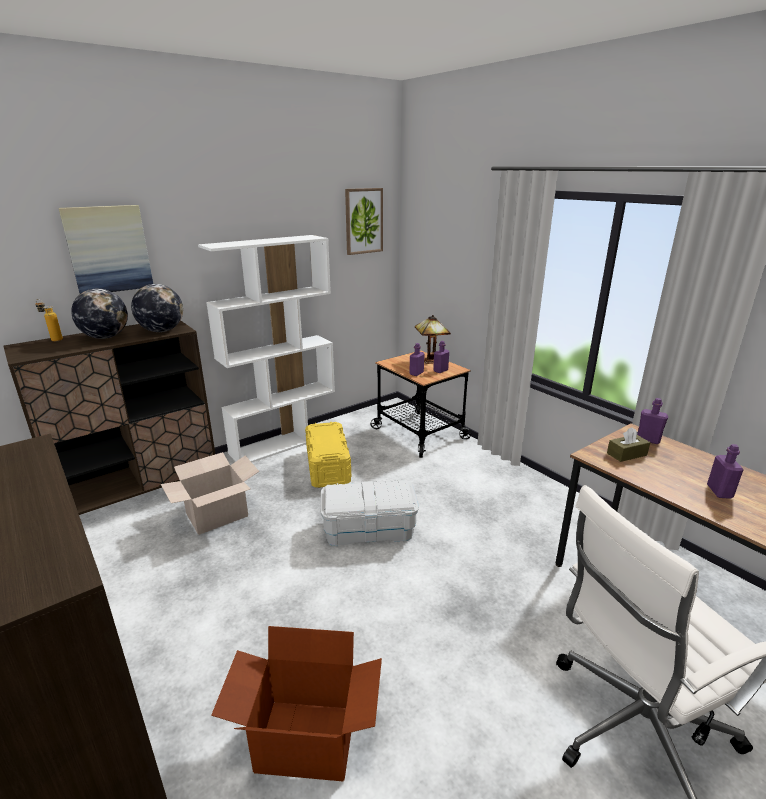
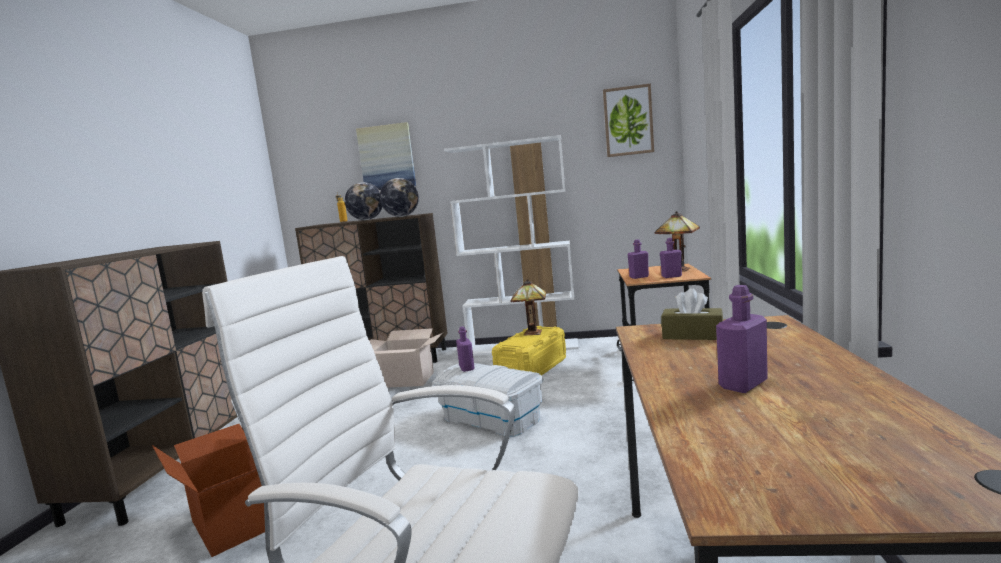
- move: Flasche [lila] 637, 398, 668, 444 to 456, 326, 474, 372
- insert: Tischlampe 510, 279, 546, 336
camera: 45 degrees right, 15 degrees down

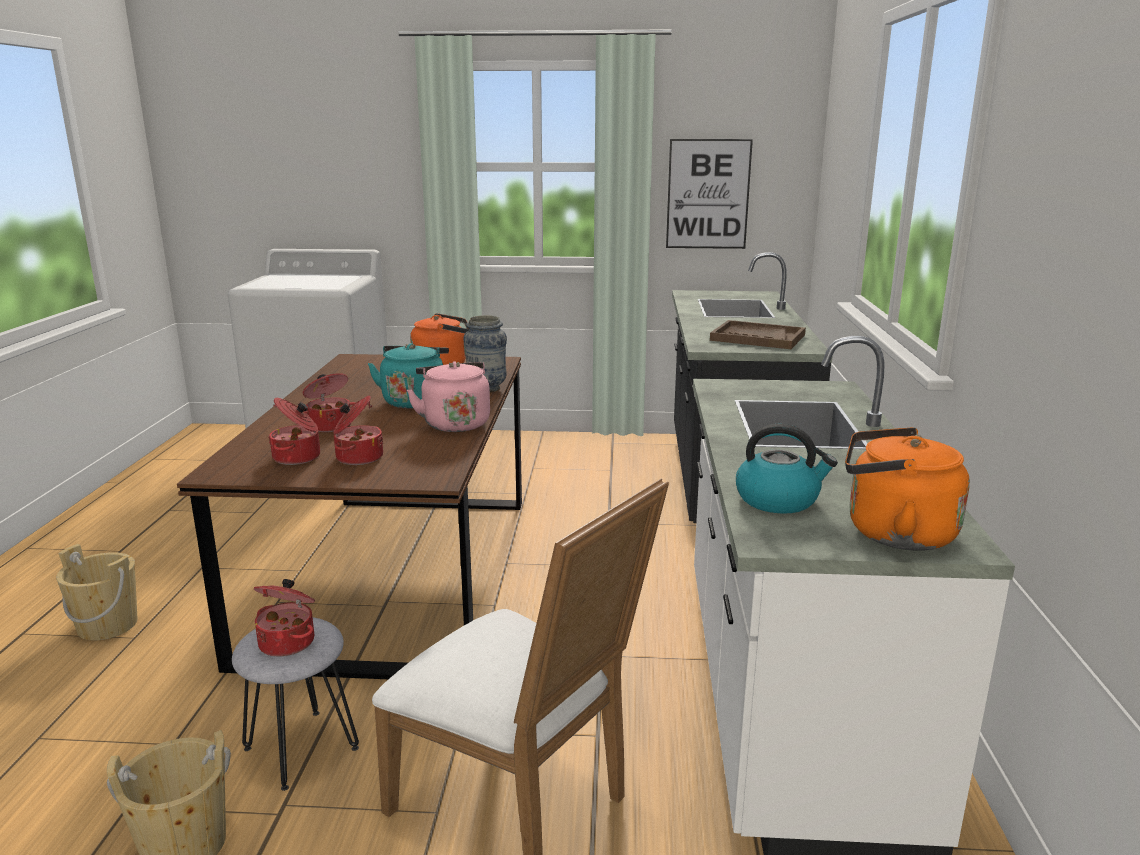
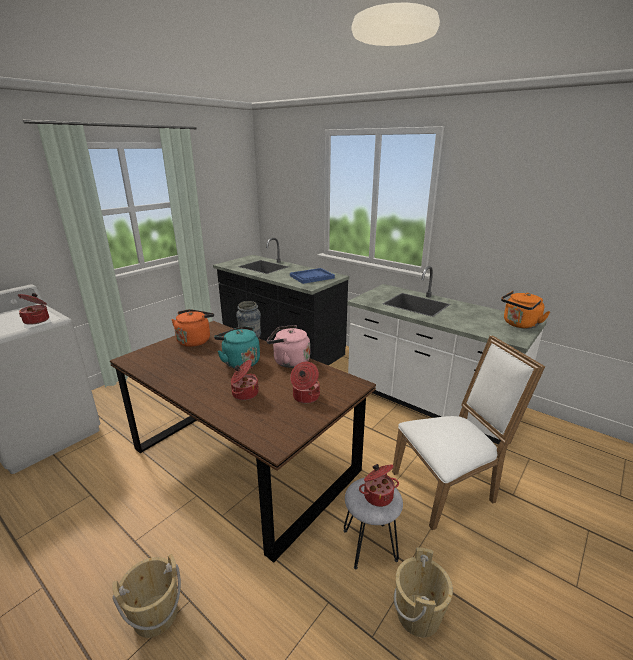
- move: Kochtopf 269, 398, 320, 465 to 18, 293, 49, 325
- delete: Bild 666, 139, 753, 249
- recolor: Tablett [braun] 710, 320, 806, 349 to Tablett [blau] 290, 268, 335, 284
- delete: Wasserkessel 736, 424, 838, 514
camera: 55 degrees left, 5 degrees up

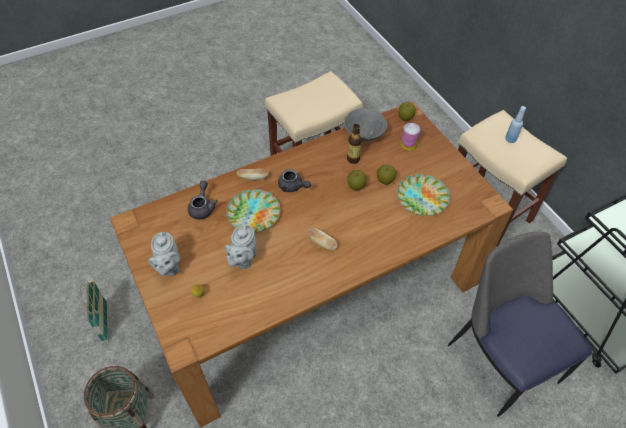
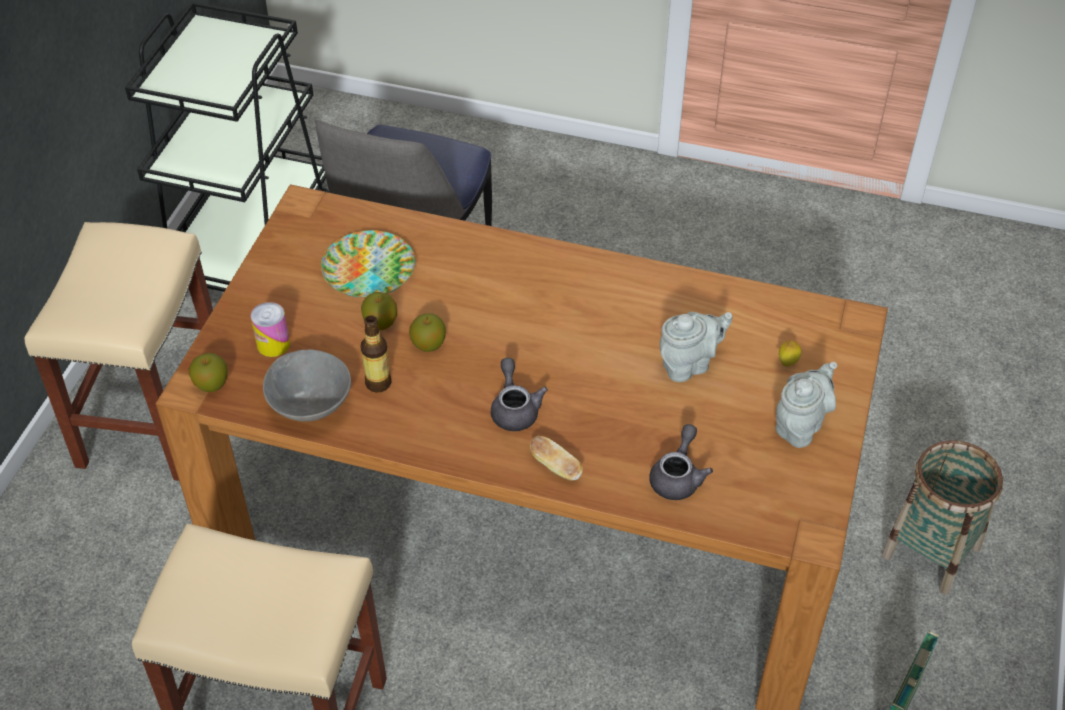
- rotate: Teekanne [grau] 188, 180, 218, 219 = 649, 424, 713, 500 150 degrees clockwise
- delete: Teller 226, 189, 280, 232
- delete: Brot 308, 228, 337, 250
- delete: Flasche [blau] 505, 106, 526, 143
camera: 135 degrees left, 5 degrees down

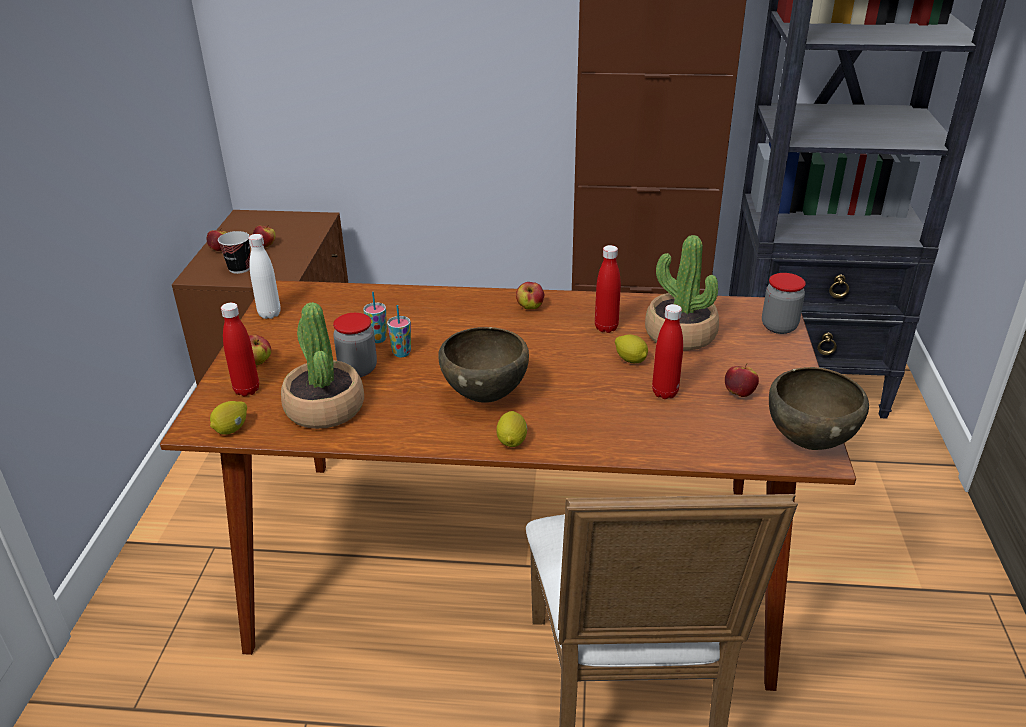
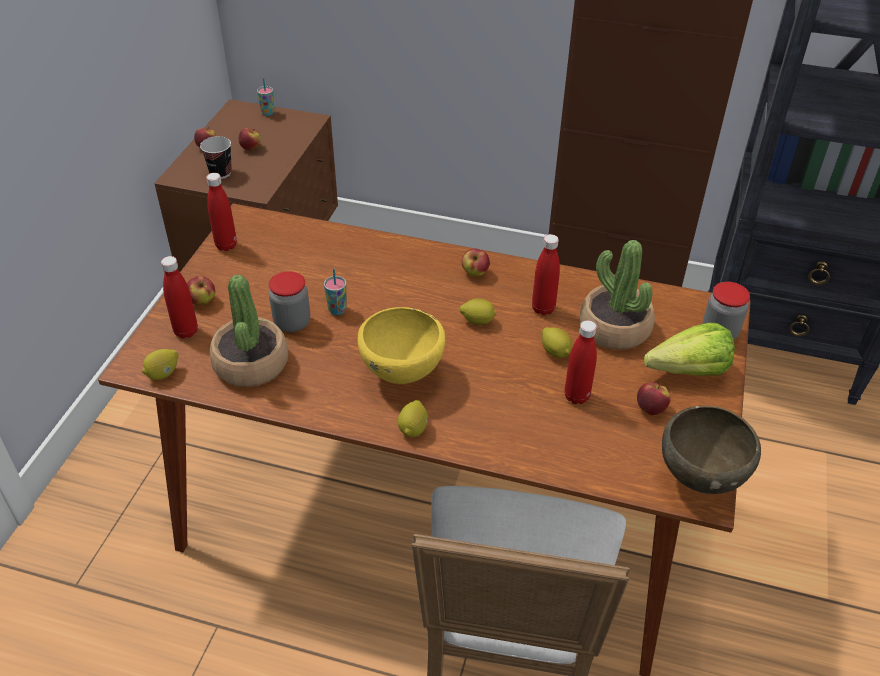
- recolor: Flasche [weiß] 248, 234, 281, 319 to Flasche [rot] 206, 173, 237, 251
- move: Tasse 363, 292, 387, 343 to 257, 78, 274, 116
- recolor: Schüssel [braun] 438, 327, 529, 403 to Schüssel [gelb] 358, 307, 445, 384
- insert: Zitrone 460, 298, 497, 325
- insert: Salatkopf 644, 323, 735, 376
camera: 10 degrees right, 10 degrees up

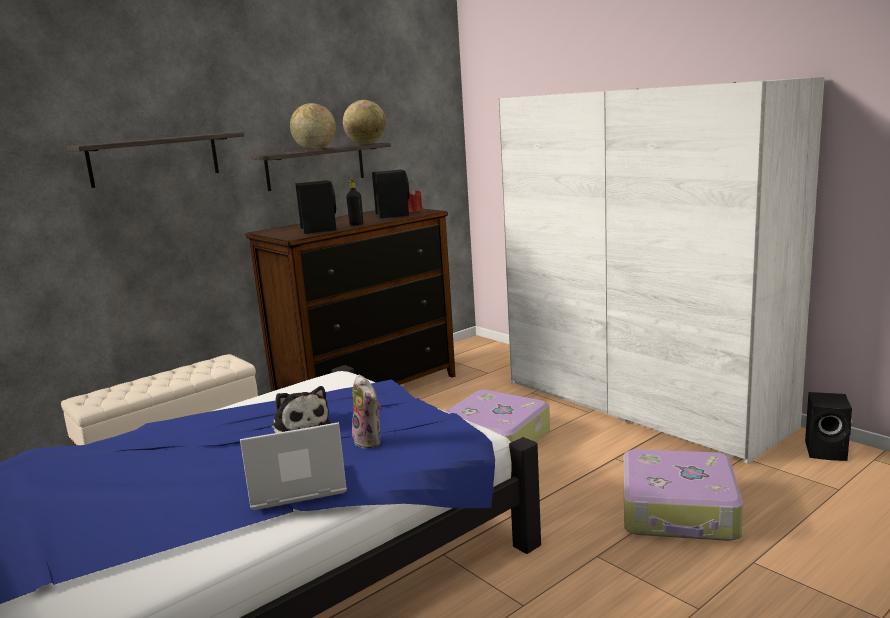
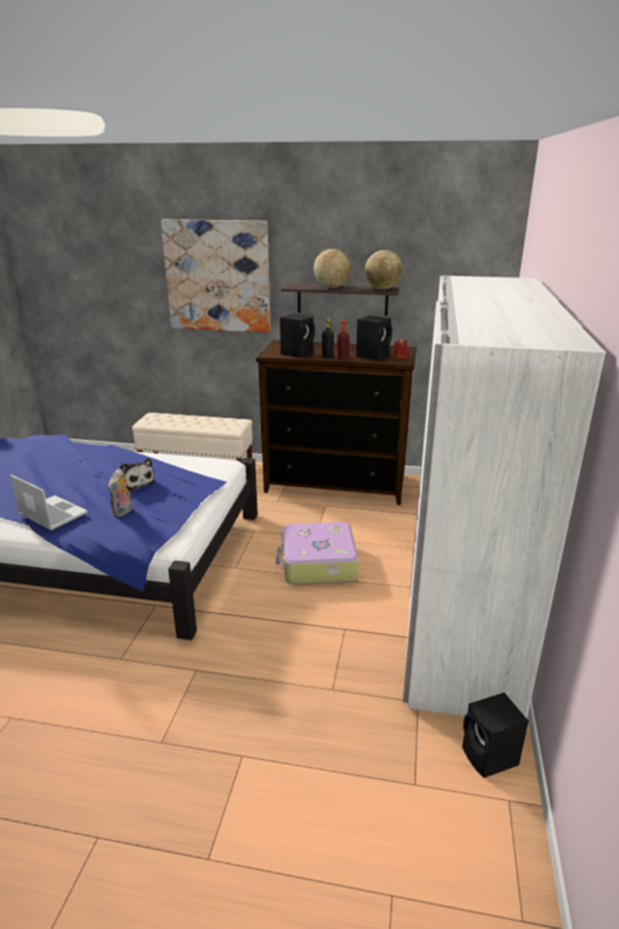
- replace: Wandregal 66, 132, 244, 188 to Bild 161, 219, 271, 333
- rotate: Plüschtier 271, 386, 330, 433 = 120, 458, 155, 492 60 degrees counterclockwise
- delete: Koffer 624, 449, 743, 541
- insert: Flasche 337, 320, 350, 360
camera: 50 degrees right, 10 degrees up

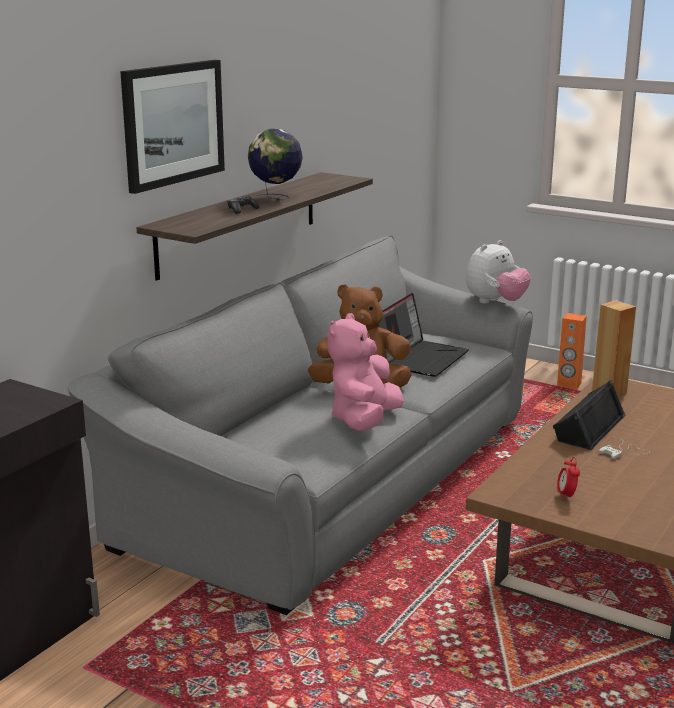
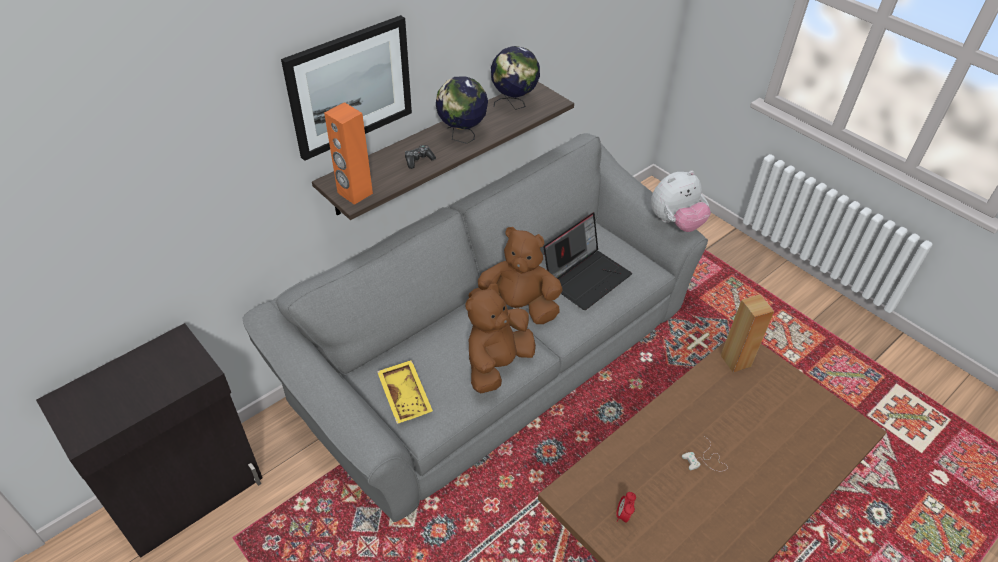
- recolor: Plüschtier [rosa] 327, 313, 404, 431 to Plüschtier [braun] 466, 283, 536, 393
- delete: Lautsprecher [schwarz] 553, 380, 626, 450
- move: Lautsprecher [orange] 557, 313, 587, 390 to 324, 102, 373, 205
- insert: Tablett [gelb] 377, 360, 433, 424
- insert: Globus 491, 46, 540, 110
camera: 15 degrees right, 25 degrees up

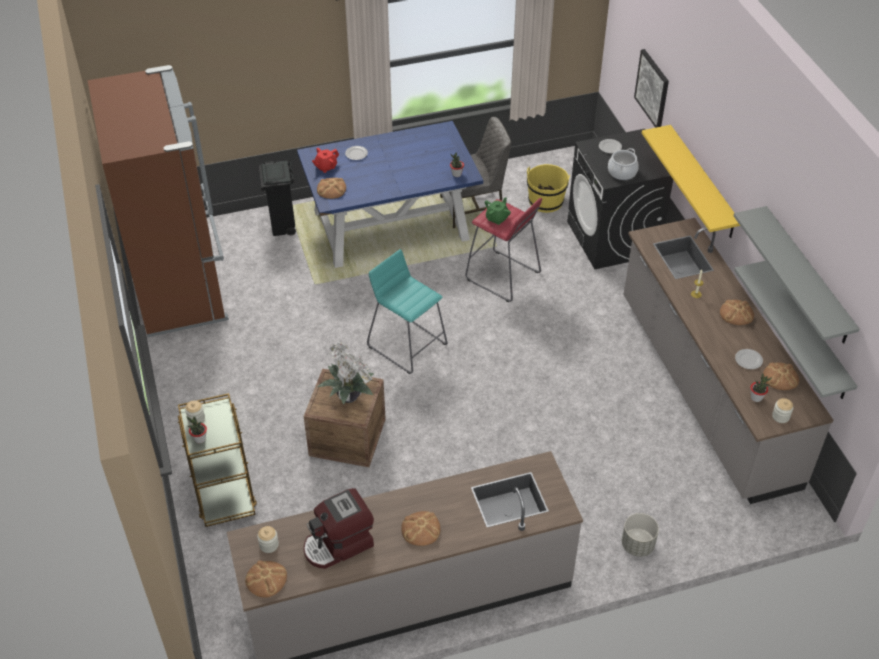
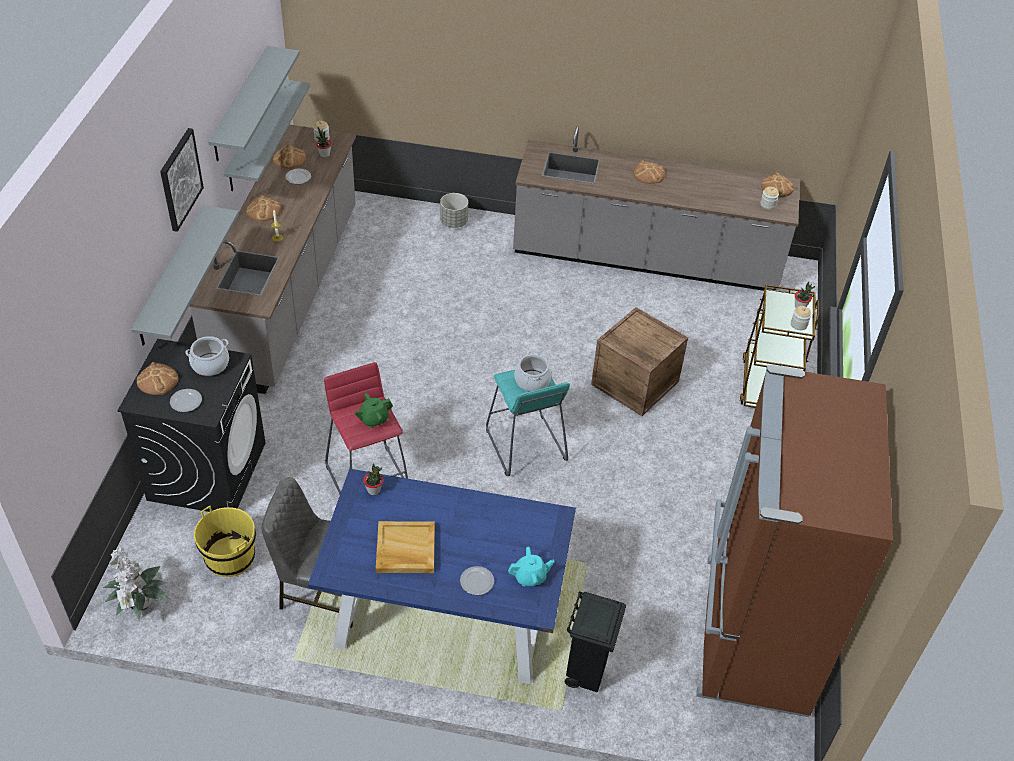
- delete: Kaffeemaschine 303, 488, 374, 569
- recolor: Teekanne [rot] 312, 148, 339, 173 to Teekanne [türkis] 508, 547, 554, 586
- move: Brot 317, 178, 346, 199 to 137, 362, 179, 395
- move: Topfpflanze 317, 342, 374, 405 to 103, 547, 170, 619
- move: Bild 634, 49, 669, 128 to 160, 128, 204, 232
- recolor: Wandregal [gelb] 642, 125, 740, 238 to Wandregal [grau] 131, 205, 239, 346
- insert: Tablett [beige] 376, 521, 435, 573
- insert: Kochtopf 515, 350, 551, 391
camera: 155 degrees left, 0 degrees up

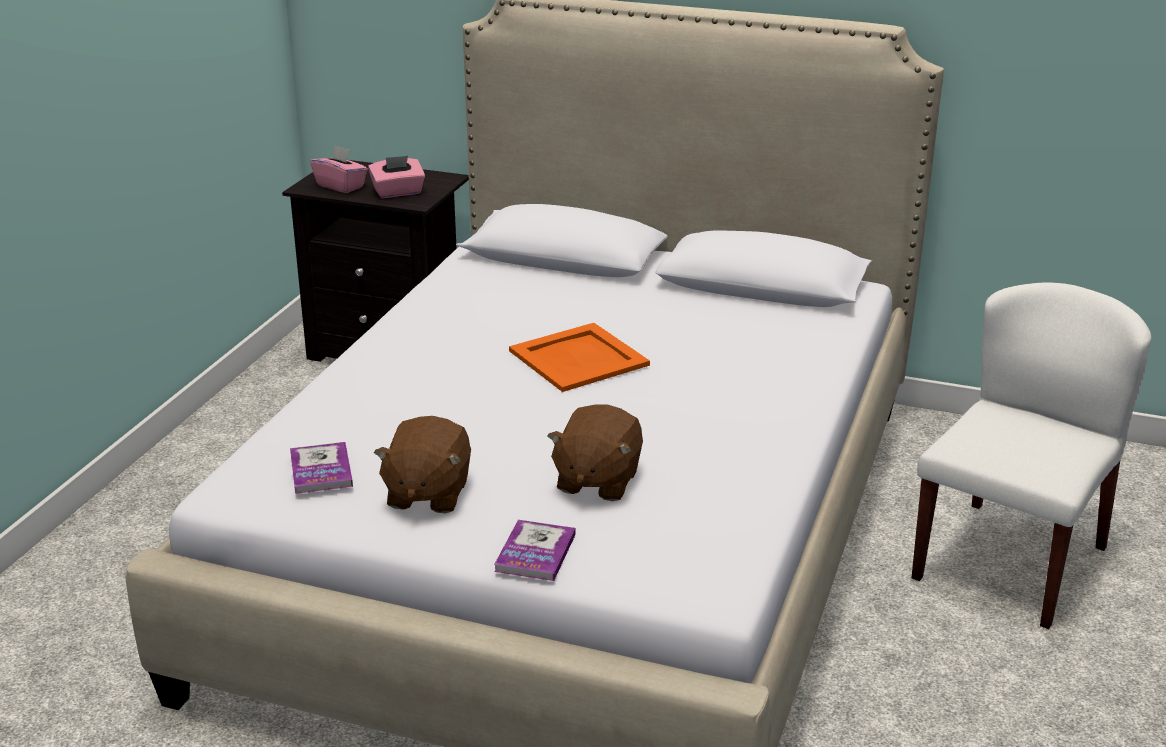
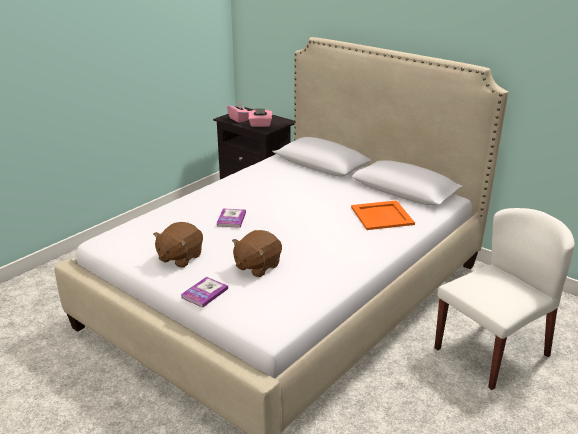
- move: Buch 290, 442, 353, 494 to 217, 208, 246, 228
- move: Tablett [orange] 509, 323, 650, 392 to 351, 200, 415, 230
camera: 20 degrees right, 0 degrees up

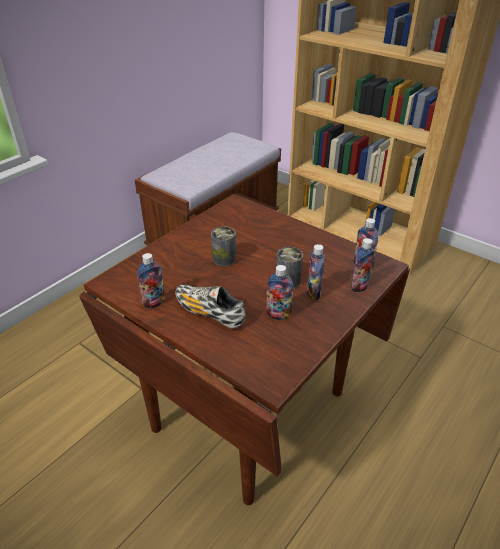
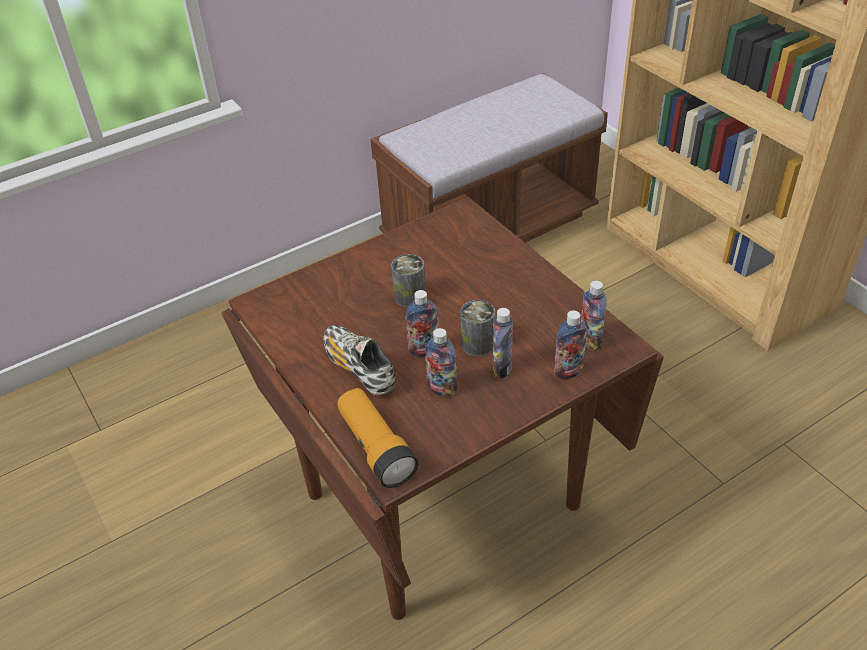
- move: Flasche 137, 253, 165, 308 to 406, 290, 439, 357
- insert: Taschenlampe 338, 388, 418, 488
camera: 20 degrees right, 5 degrees up

